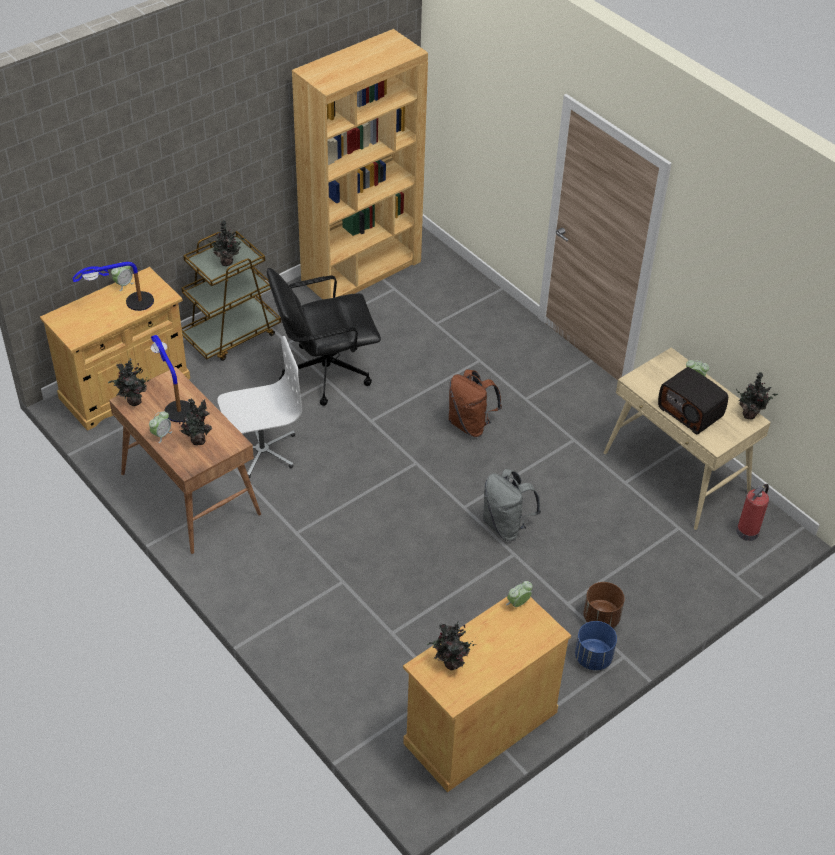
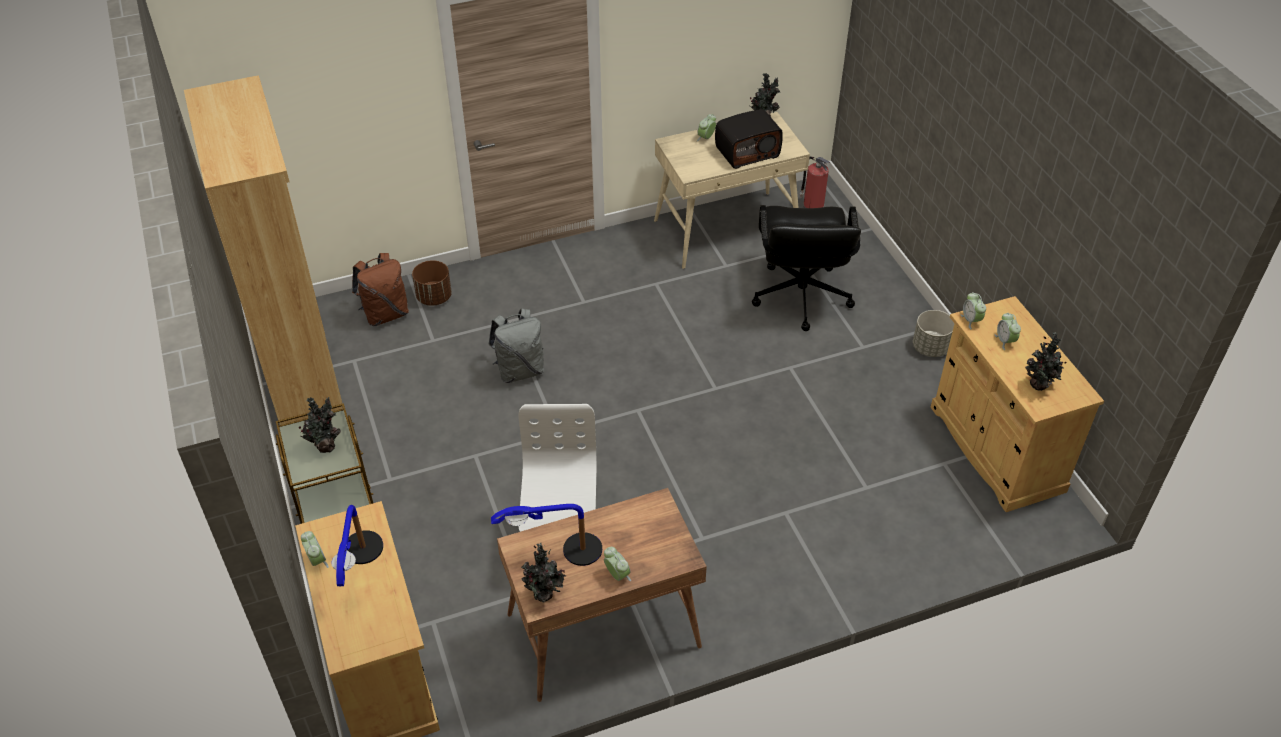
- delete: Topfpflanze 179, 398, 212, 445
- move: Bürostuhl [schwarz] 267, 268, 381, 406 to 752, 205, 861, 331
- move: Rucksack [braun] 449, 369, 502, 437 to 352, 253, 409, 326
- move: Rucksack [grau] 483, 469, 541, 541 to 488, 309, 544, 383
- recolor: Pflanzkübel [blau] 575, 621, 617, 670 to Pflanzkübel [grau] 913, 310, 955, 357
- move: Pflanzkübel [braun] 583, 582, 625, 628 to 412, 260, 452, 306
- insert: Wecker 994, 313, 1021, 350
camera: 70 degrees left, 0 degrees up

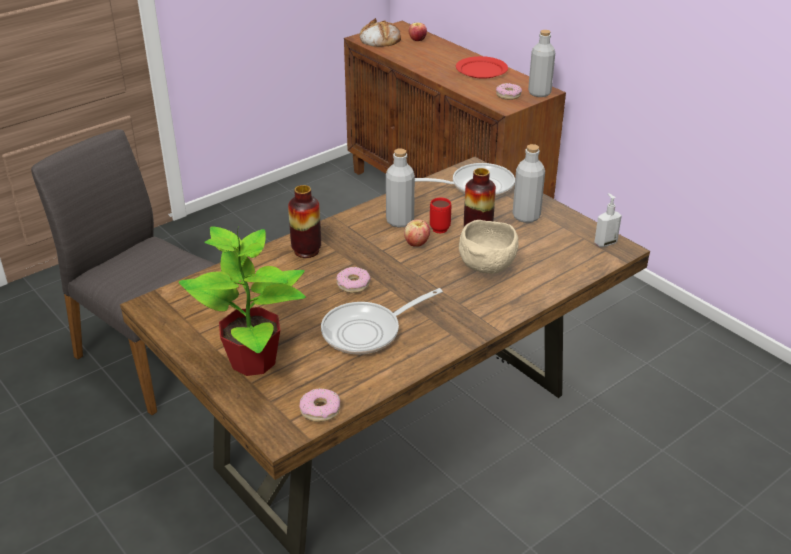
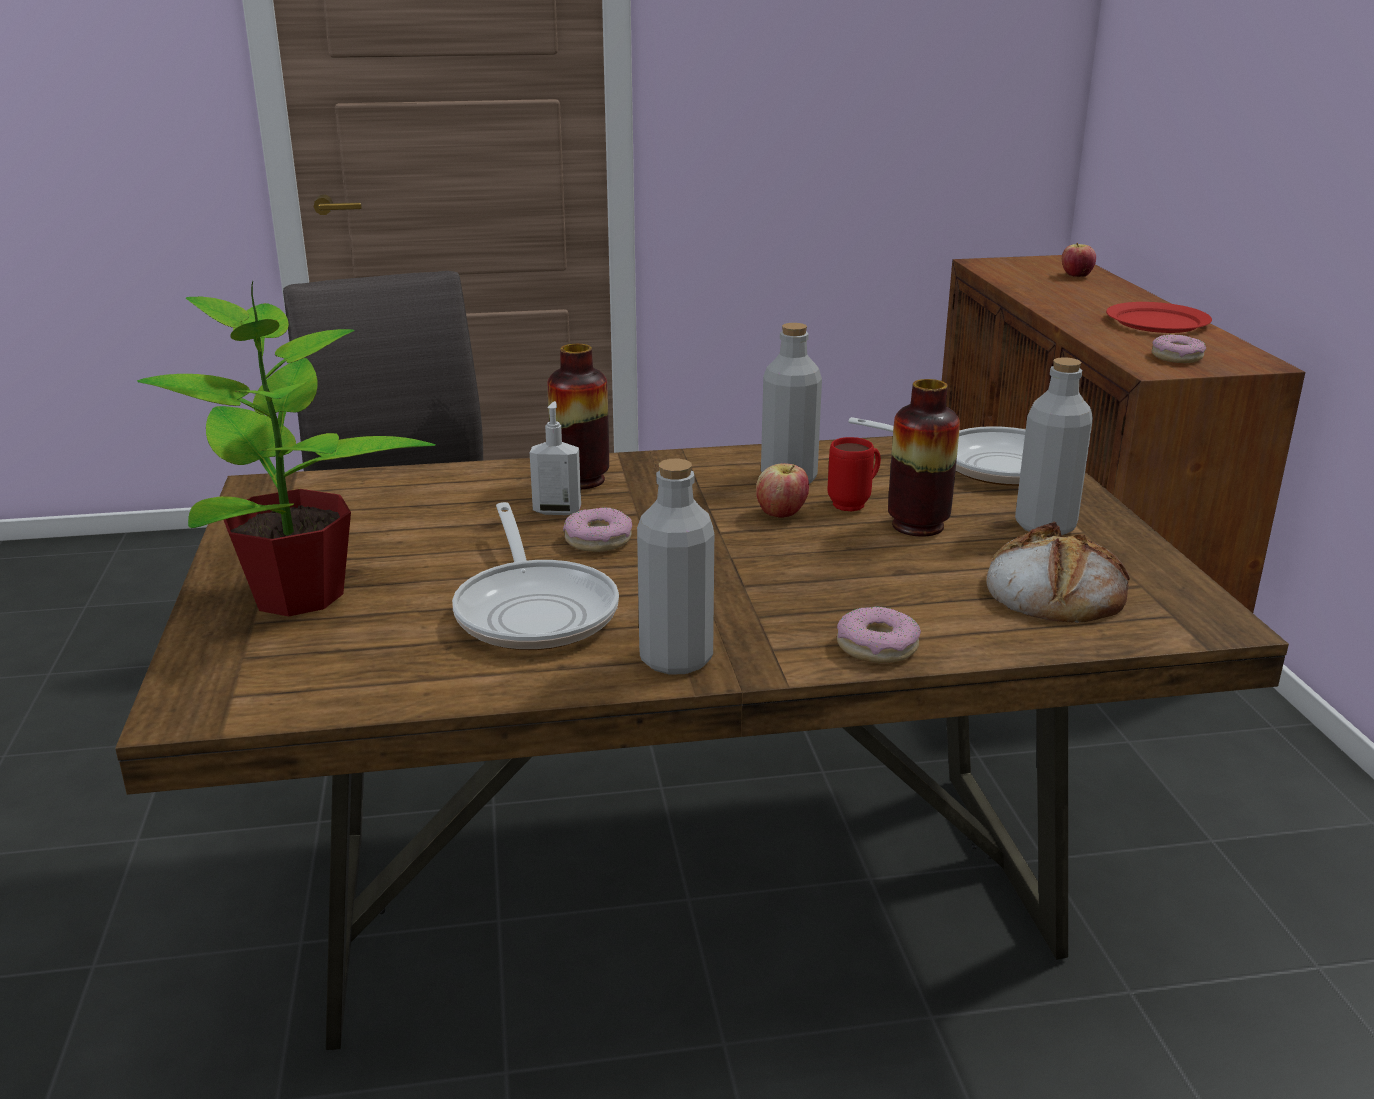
- move: Donut 299, 388, 340, 422 to 837, 606, 921, 663
- rotate: Pfanne 321, 288, 443, 355 = 452, 502, 619, 650 105 degrees counterclockwise
- move: Brot 359, 18, 401, 47 to 986, 521, 1130, 623
- delete: Schüssel [beige] 459, 220, 519, 274
- move: Flasche [grau] 528, 30, 555, 97 to 637, 459, 714, 675
- move: Seifenspender 594, 193, 622, 247 to 530, 401, 581, 515
camera: 30 degrees right, 10 degrees down

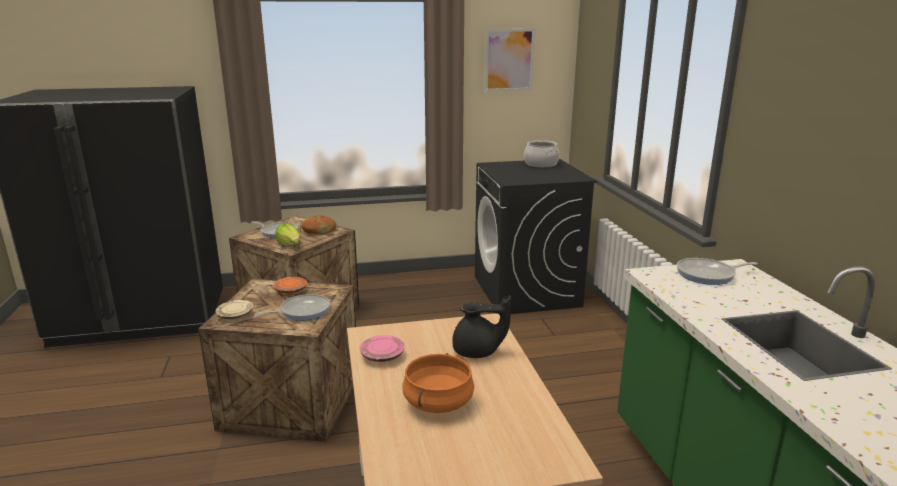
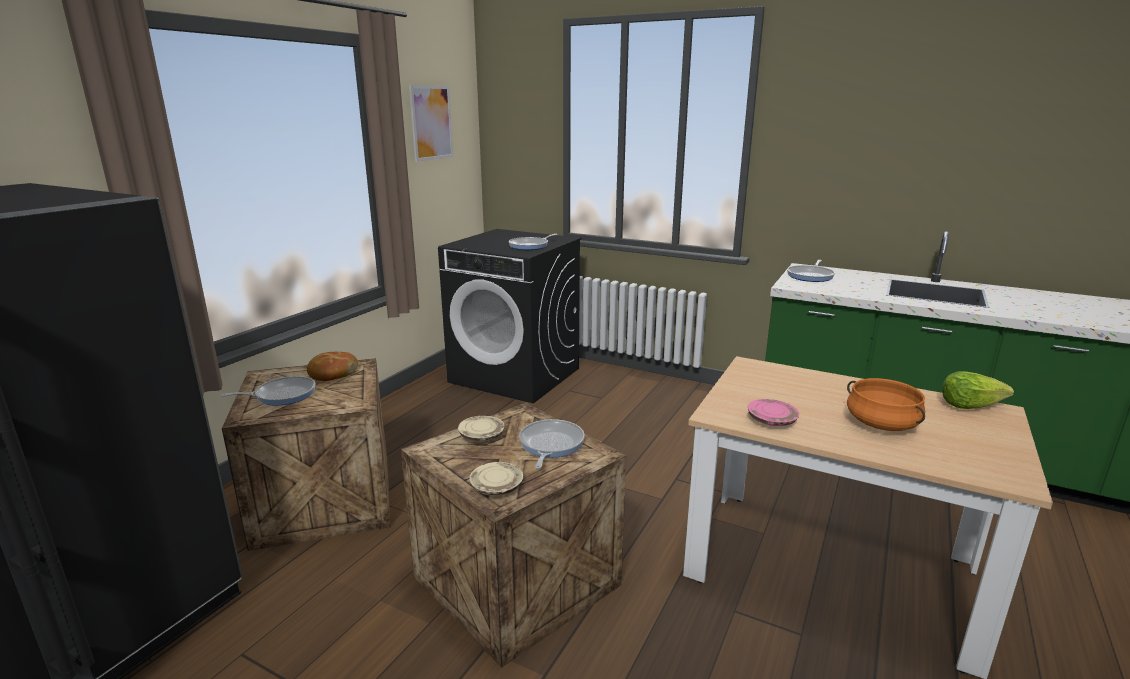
- recolor: Teller [orange] 273, 277, 307, 294 to Teller [beige] 458, 416, 505, 442
- move: Salatkopf 275, 223, 300, 246 to 942, 371, 1014, 409
- delete: Teekanne [schwarz] 452, 295, 511, 358
- delete: Kochtopf 524, 140, 559, 168
- insert: Pfanne 509, 234, 558, 250
camera: 50 degrees left, 0 degrees up

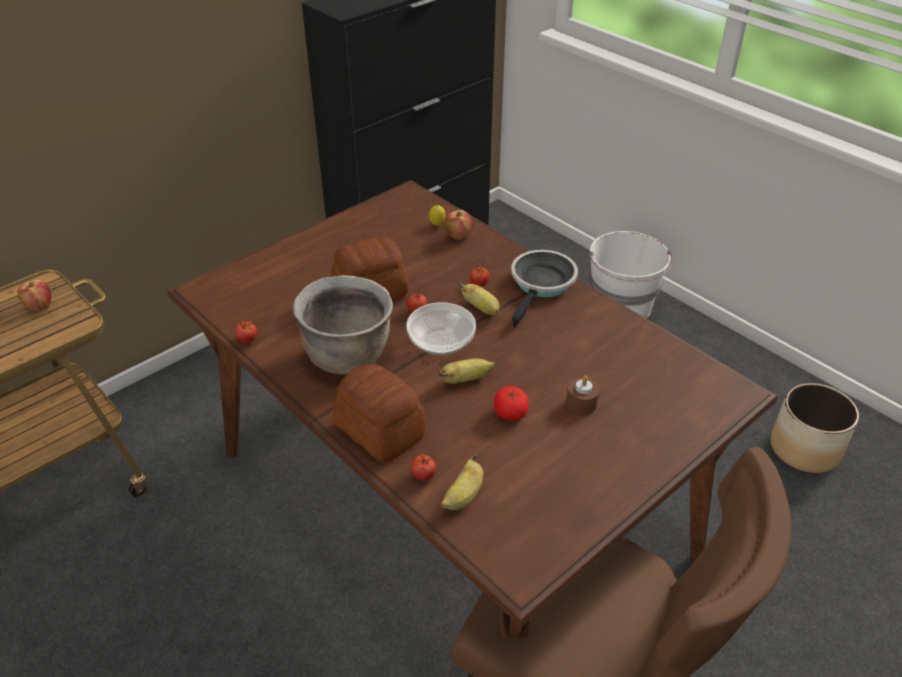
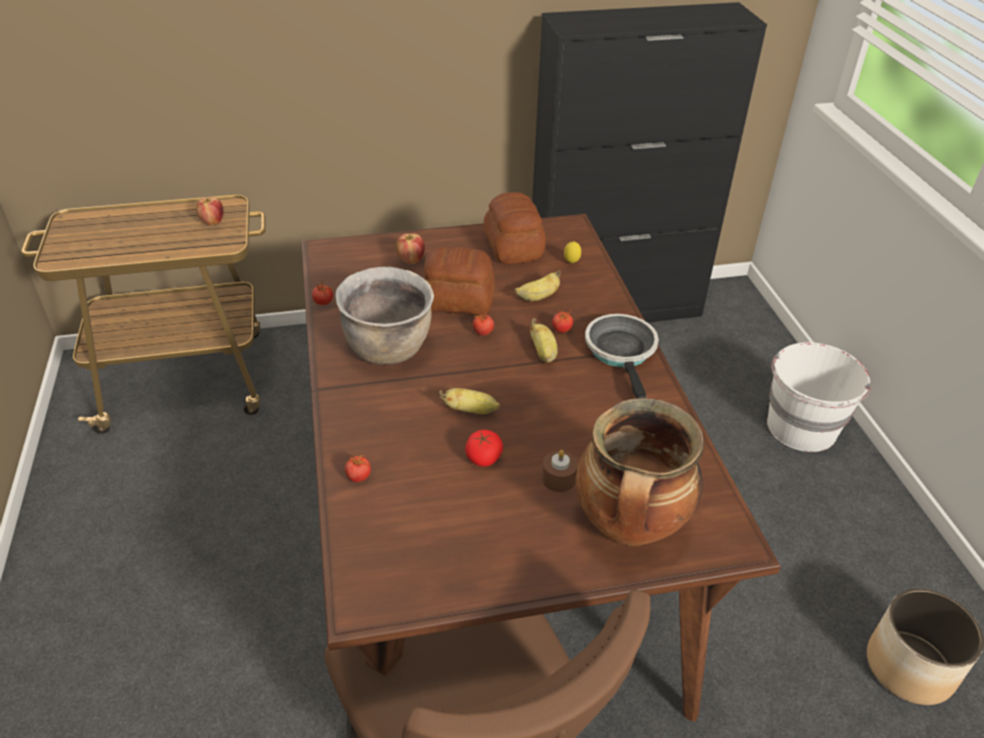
- move: Brot 332, 364, 426, 462 to 484, 192, 546, 264
- delete: Schüssel 406, 302, 476, 355
- move: Banane 441, 454, 484, 510 to 515, 270, 561, 301
- move: Apfel 444, 210, 472, 240 to 396, 233, 425, 264
- rotate: Pfanne 511, 250, 578, 328 = 585, 314, 659, 398 60 degrees counterclockwise
- insert: Kochtopf 576, 398, 704, 546
camera: 30 degrees right, 0 degrees up

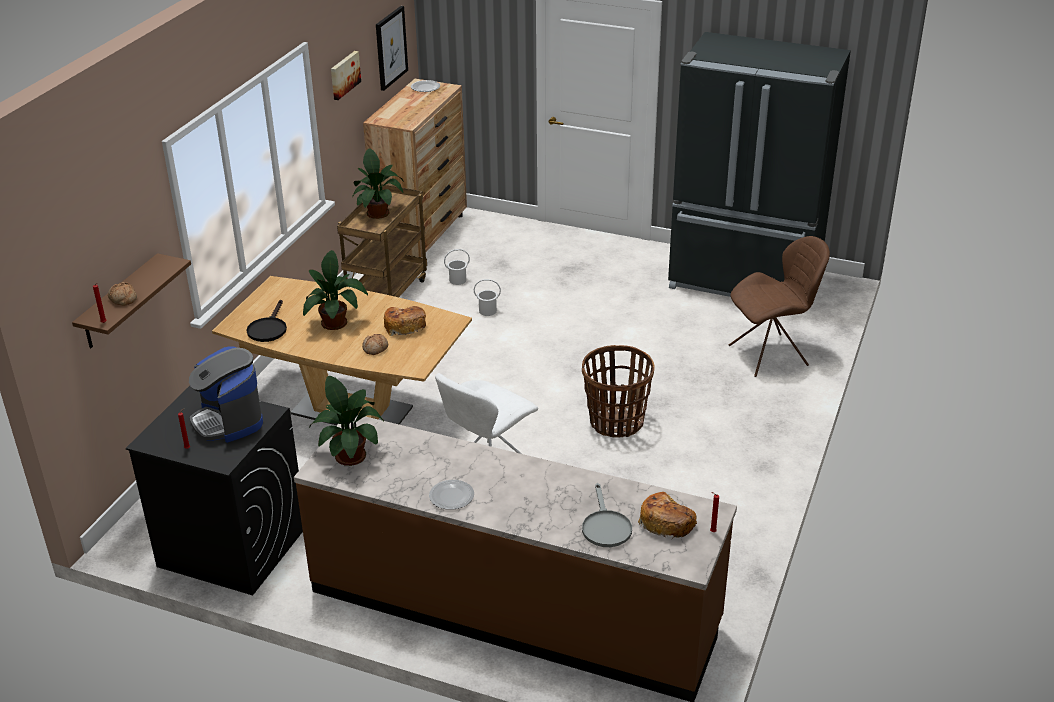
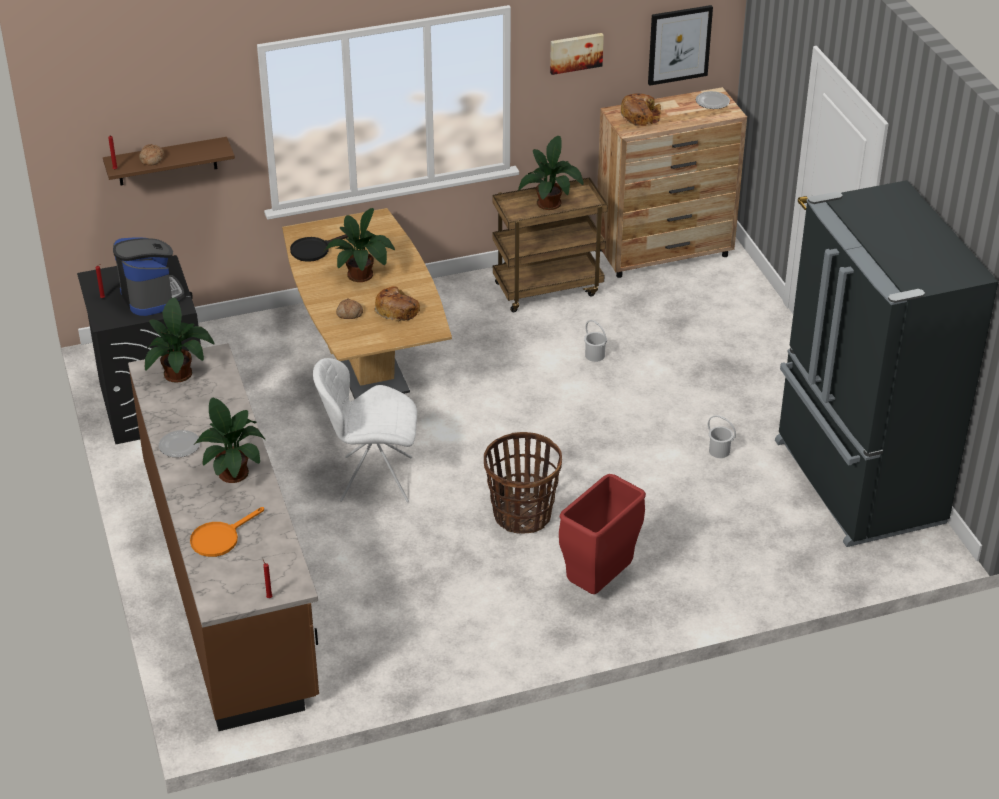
- rotate: Kaffeemaschine 189, 346, 263, 443 = 113, 238, 184, 316 135 degrees clockwise
- move: Eimer [weiß] 444, 249, 470, 285 to 708, 415, 736, 458
- recolor: Pfanne [grau] 582, 483, 632, 547 to Pfanne [orange] 190, 507, 264, 557
- move: Brot 638, 492, 697, 540 to 621, 94, 662, 126
- delete: Stuhl [braun] 729, 236, 830, 377
- insert: Topfpflanze 193, 398, 265, 483
- insert: Mülleimer [rot] 559, 474, 646, 594
camera: 50 degrees right, 5 degrees up

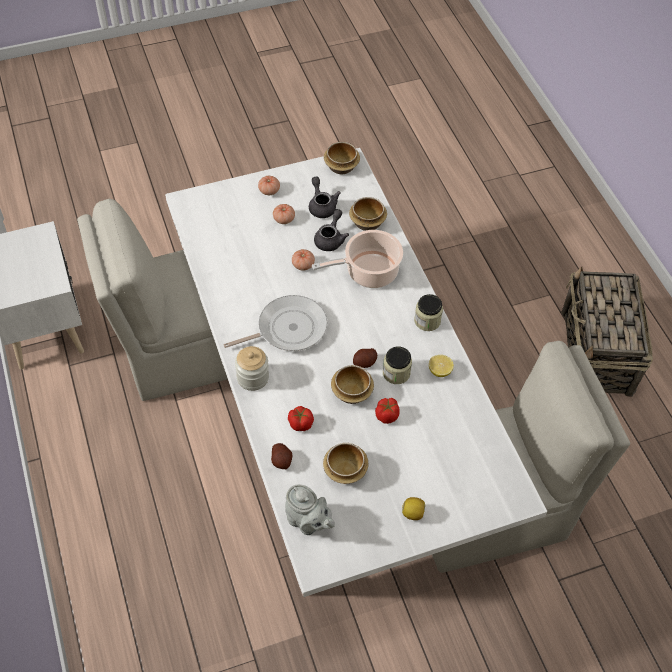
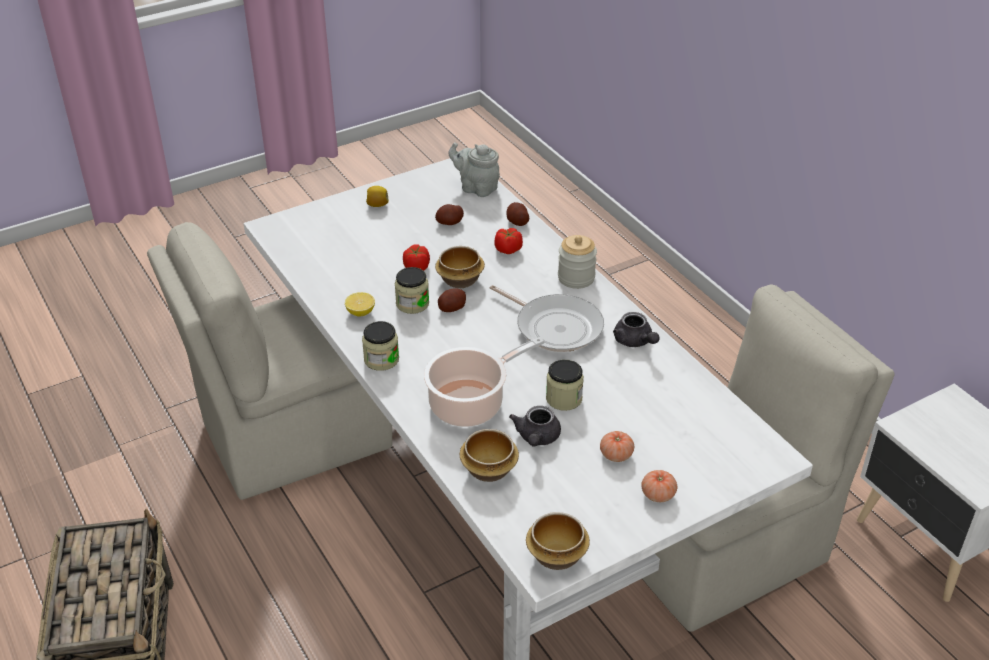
- rotate: Pfanne 223, 295, 328, 351 = 490, 285, 604, 352 105 degrees counterclockwise
- replace: Tomate 292, 249, 315, 271 to Vorratsglas 546, 360, 584, 411
- move: Teekanne [grau] 309, 177, 341, 218 to 613, 312, 659, 347
- replace: Schüssel 323, 443, 369, 484 to Kartoffel 435, 204, 464, 225
camera: 170 degrees right, 15 degrees down

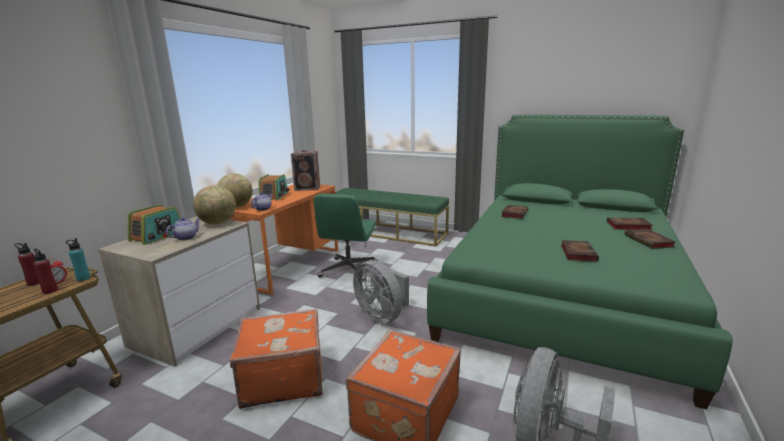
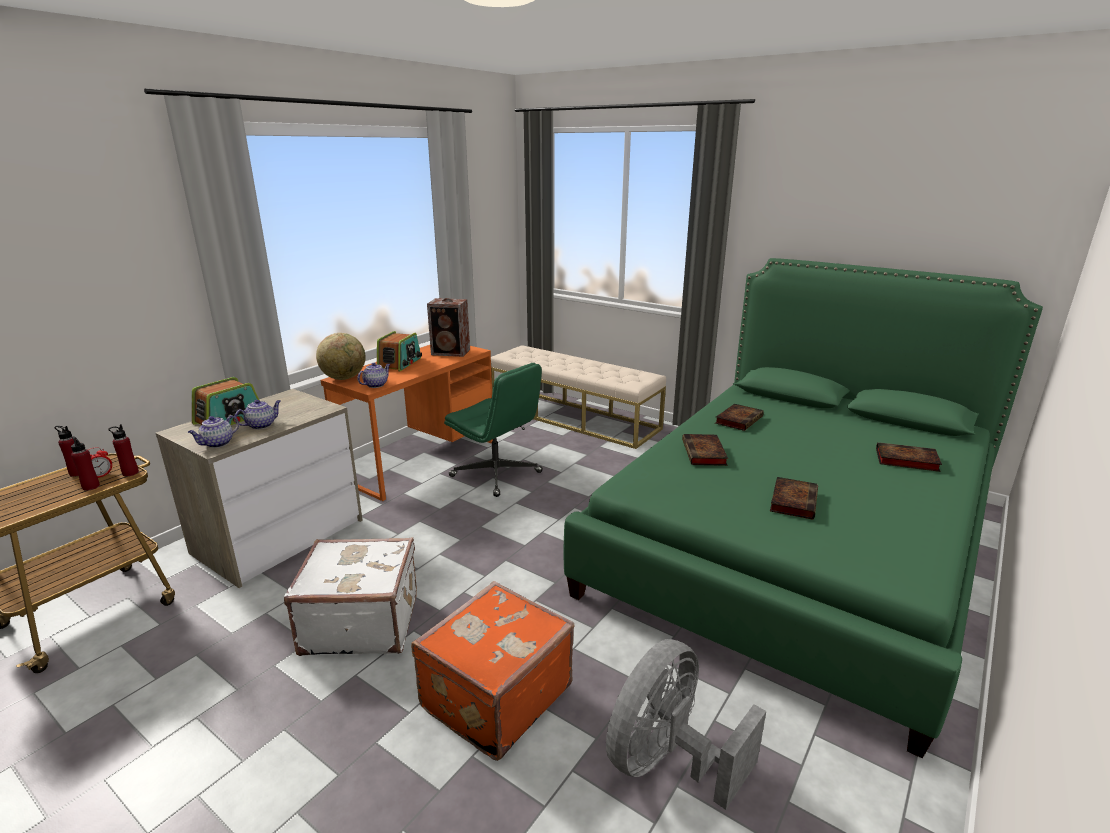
- recolor: Flasche [türkis] 66, 238, 90, 281 to Flasche [rot] 109, 424, 139, 476
- delete: Globus 193, 185, 236, 224
- recolor: Koffer [orange] 230, 308, 323, 409 to Koffer [weiß] 284, 537, 417, 656
- rotate: Bürostuhl [grün] 314, 194, 378, 282 = 444, 363, 543, 497 75 degrees counterclockwise
- recolor: Bank [grün] 335, 188, 449, 246 to Bank [beige] 491, 345, 666, 449
- delete: Ventilator [grau] 353, 260, 409, 324
- move: Buch 625, 229, 676, 249 to 682, 434, 728, 466
- insert: Teekanne 188, 415, 239, 448
camera: 10 degrees right, 5 degrees up

